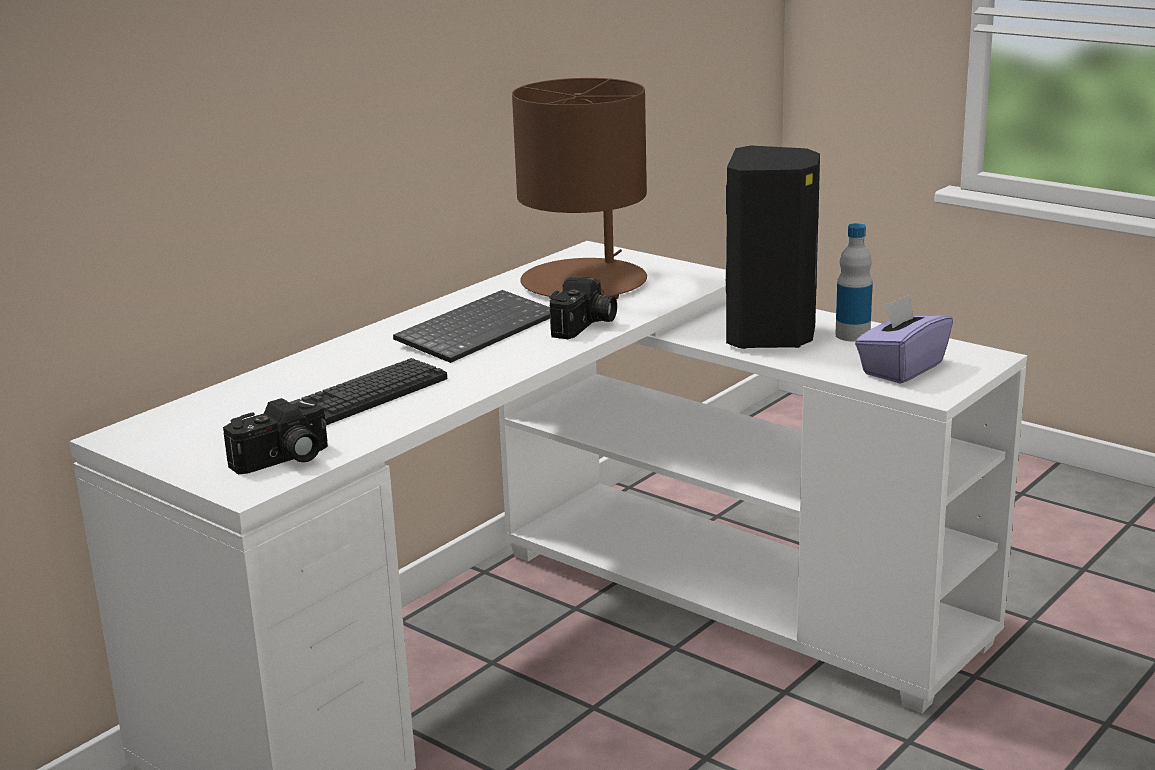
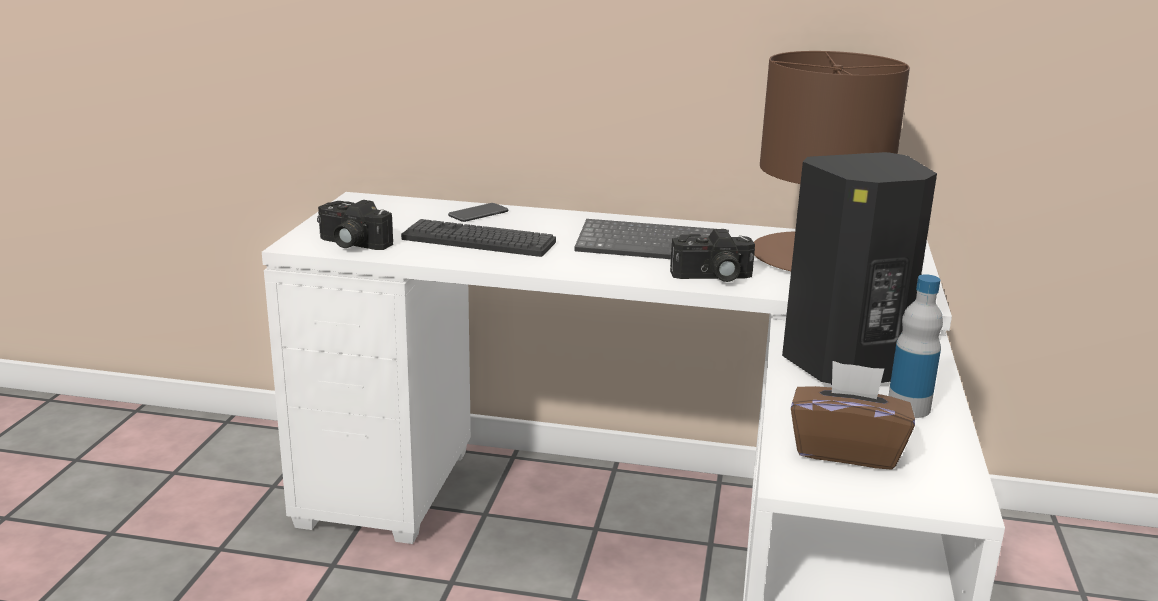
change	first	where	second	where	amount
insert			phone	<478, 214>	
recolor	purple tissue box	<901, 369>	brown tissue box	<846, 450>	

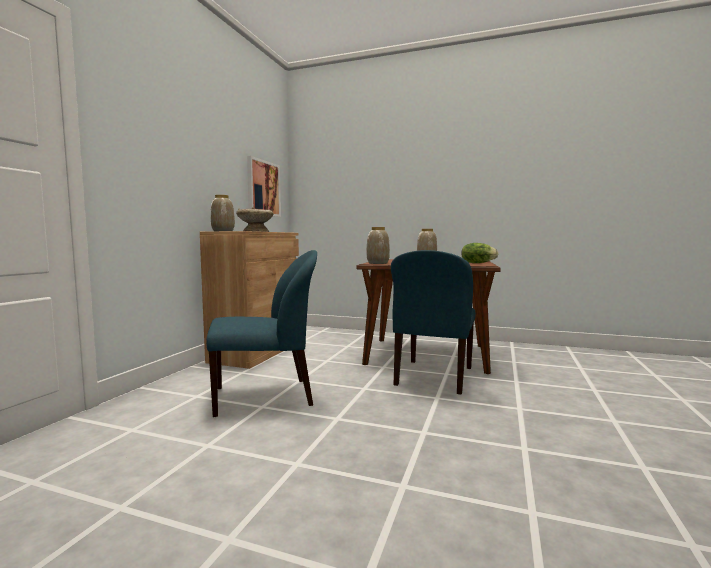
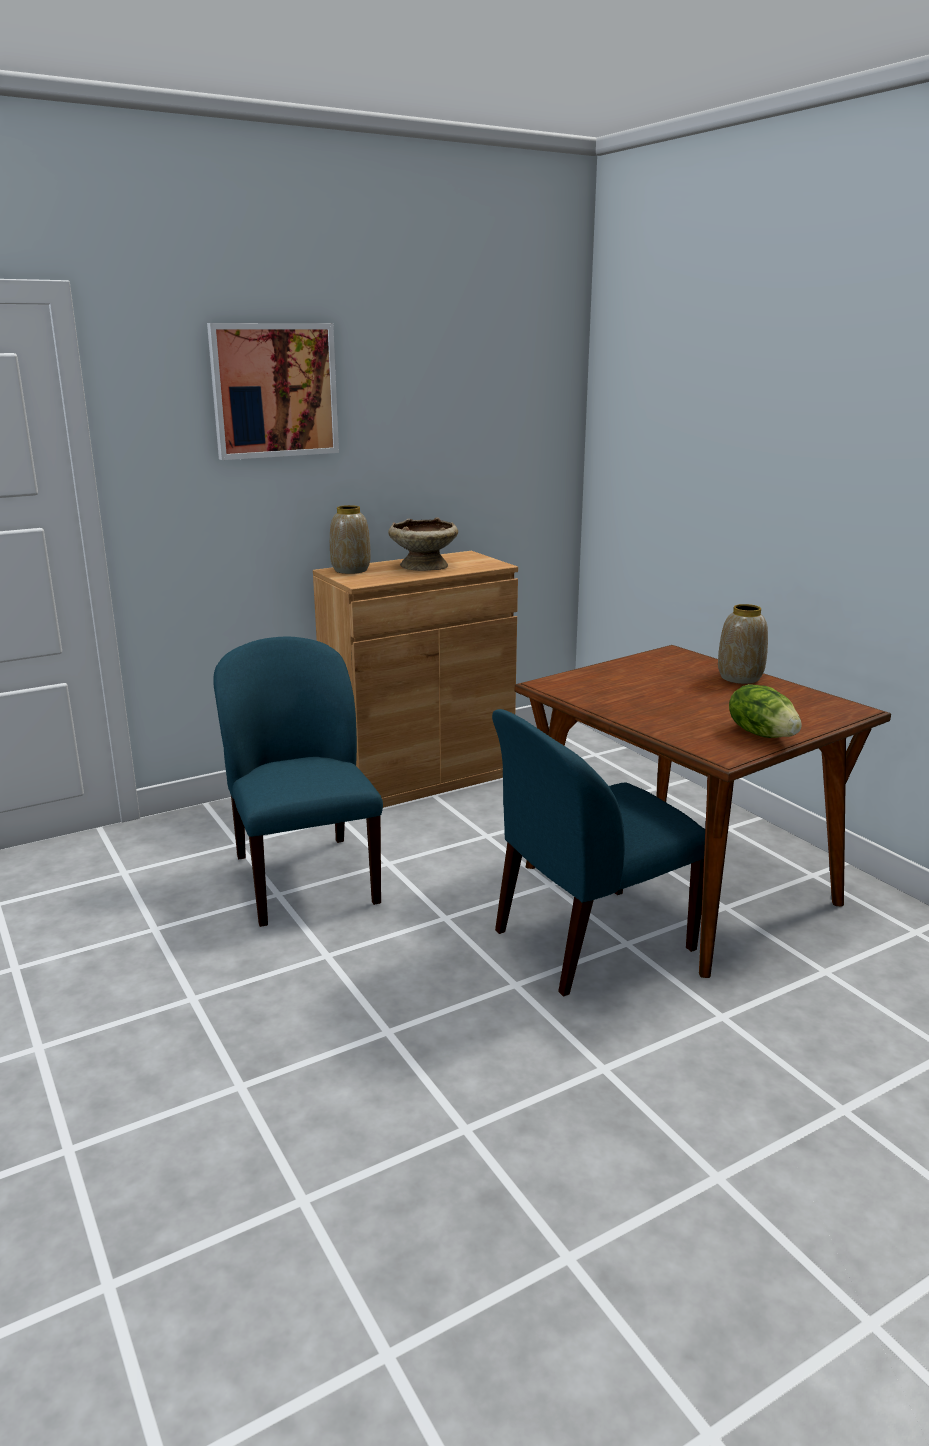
change	first	where	second	where	amount
move	picture	<263, 188>		<274, 390>	
rotate	blue chair	<265, 396>		<304, 878>	135 degrees counterclockwise
delete	vase	<378, 263>			

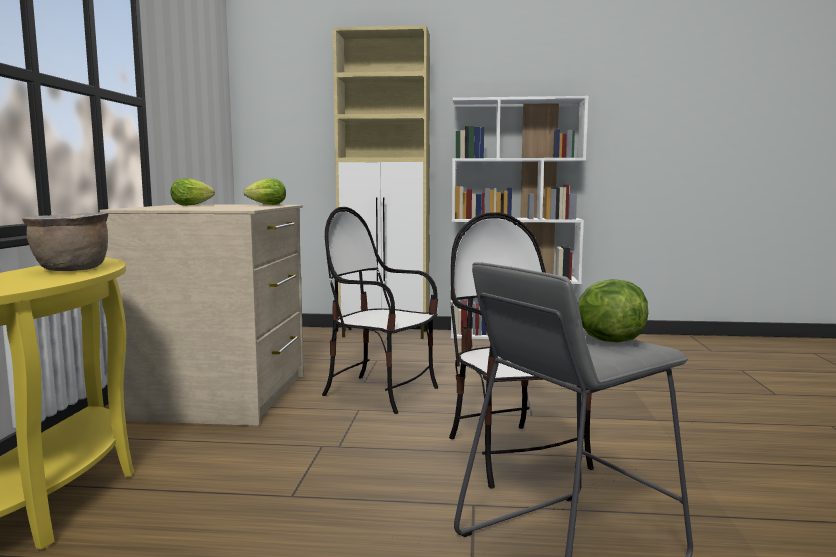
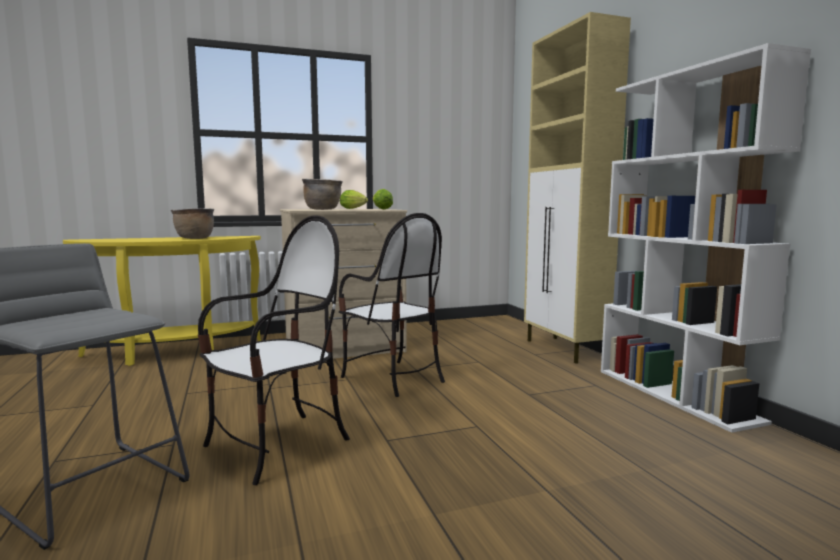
change	first	where	second	where	amount
insert			brown cooking pot	<322, 209>	
rotate	chair	<381, 393>		<393, 378>	135 degrees clockwise
delete	lettuce	<608, 340>			

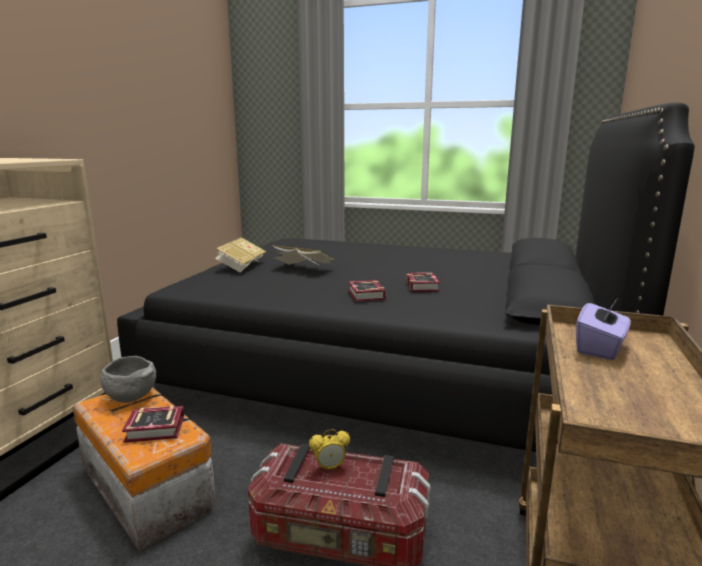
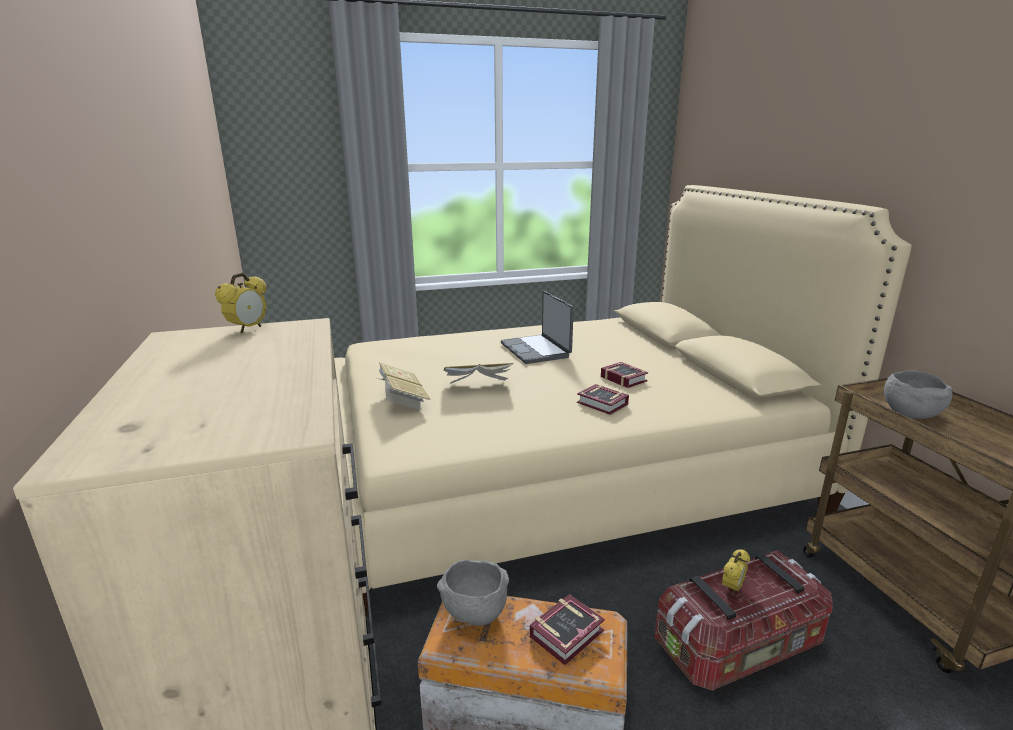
change	first	where	second	where	amount
insert			alarm clock	<248, 329>	
recolor	black bed	<387, 366>	beige bed	<557, 465>	
insert			laptop	<536, 350>	
replace	purple tissue box	<600, 348>	grey bowl	<908, 414>	

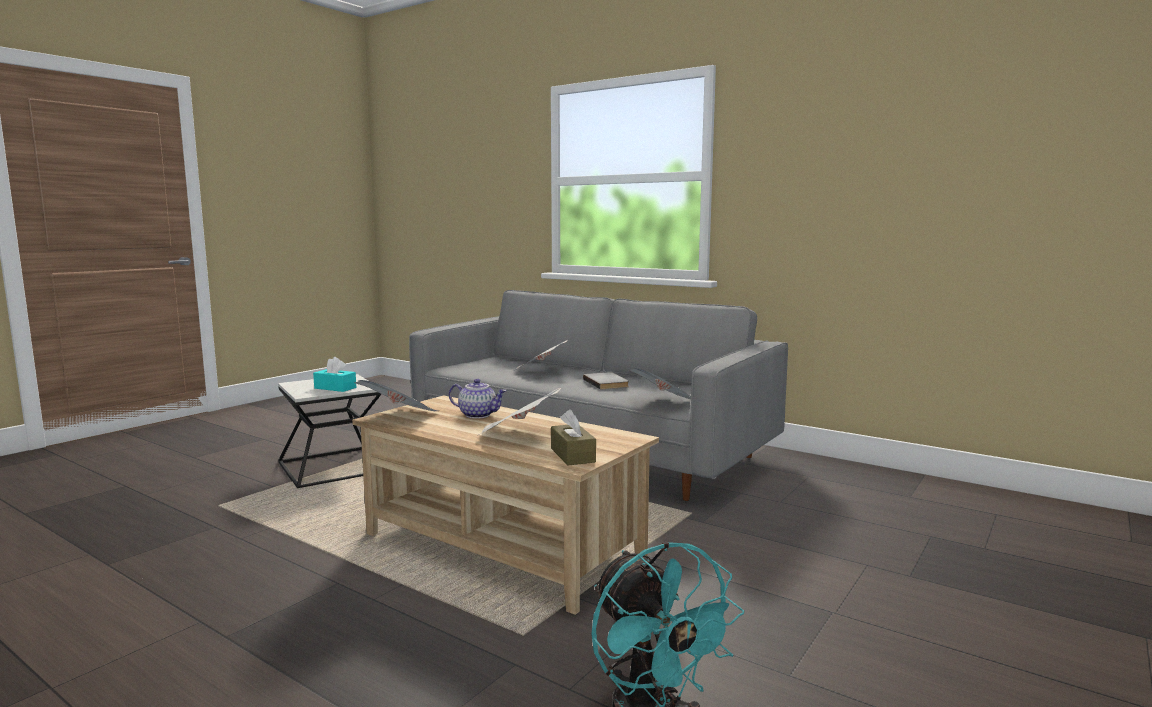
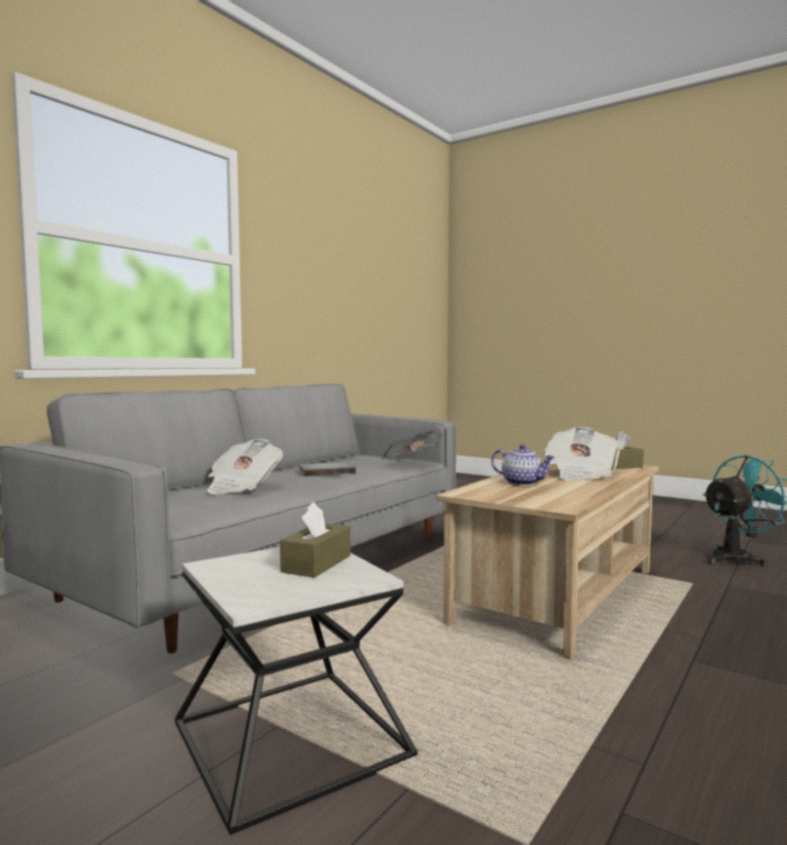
change	first	where	second	where	amount
recolor	turquoise tissue box	<335, 388>	brown tissue box	<316, 563>	
rotate	teapot	<478, 415>		<522, 483>	105 degrees clockwise
delete	newspaper	<399, 417>			

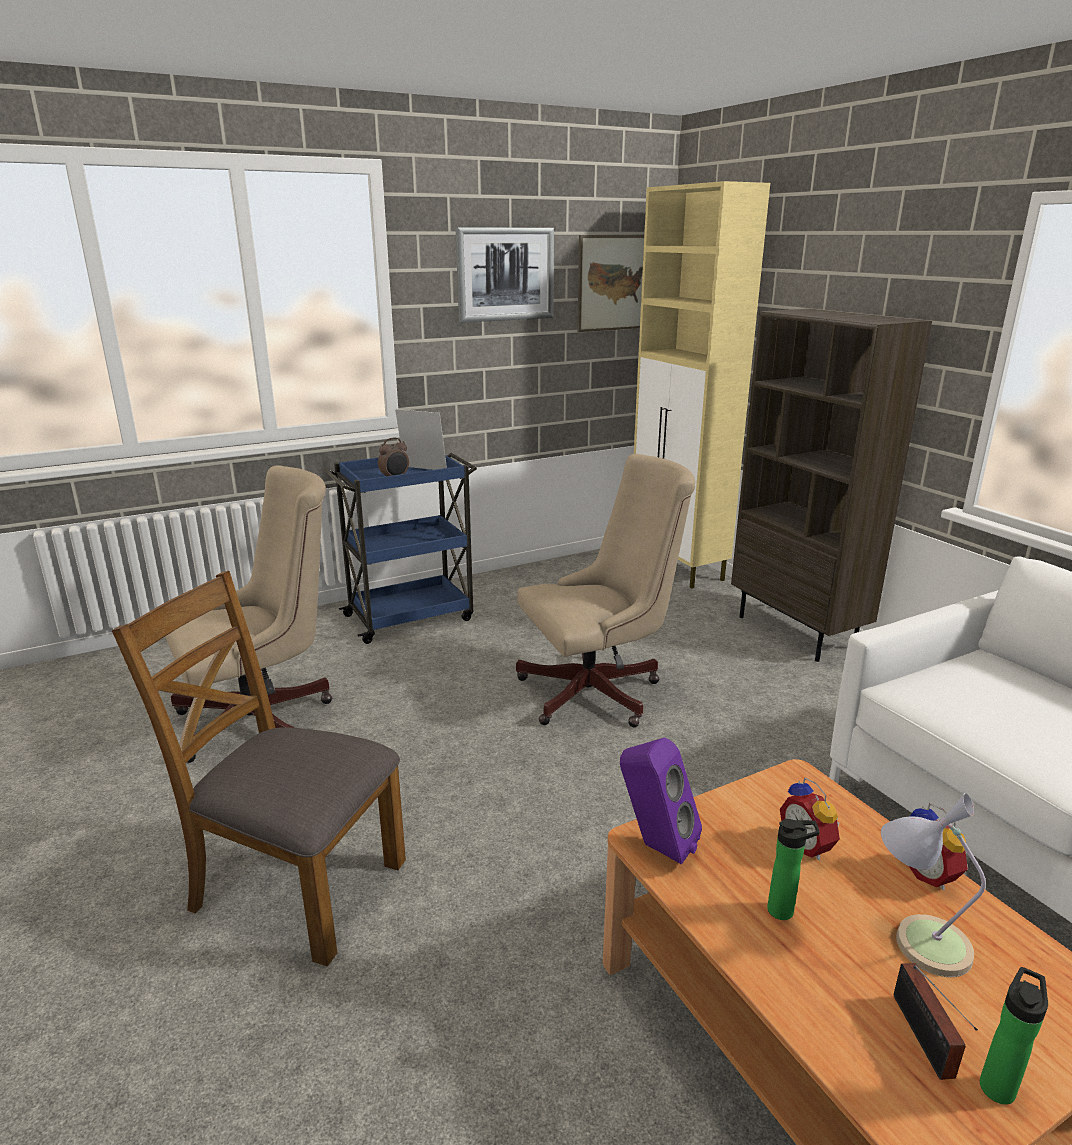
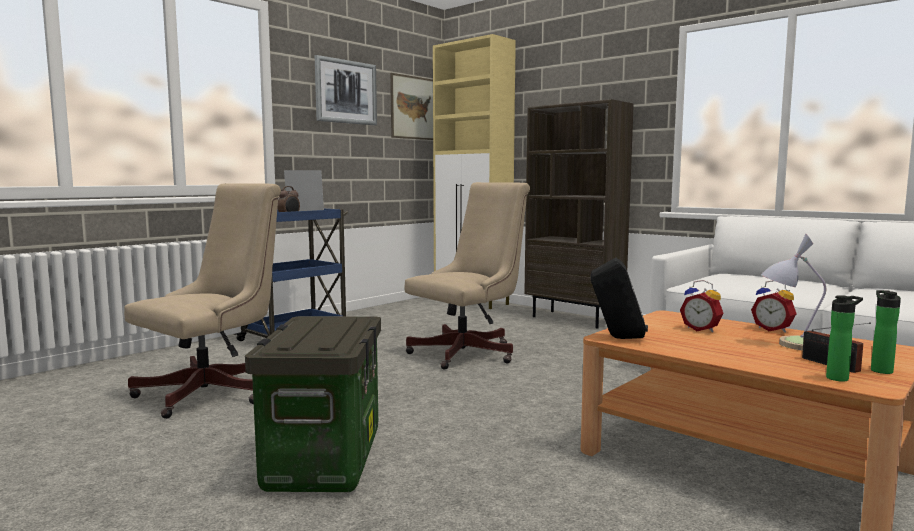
change	first	where	second	where	amount
replace	brown chair	<296, 885>	storage box	<323, 458>	
recolor	purple speaker	<654, 846>	black speaker	<617, 338>	
move	bottle	<784, 911>		<839, 378>	

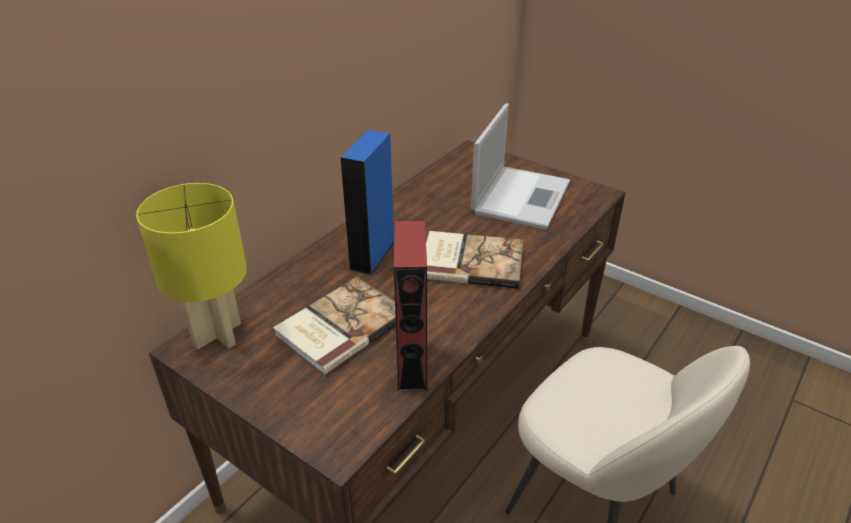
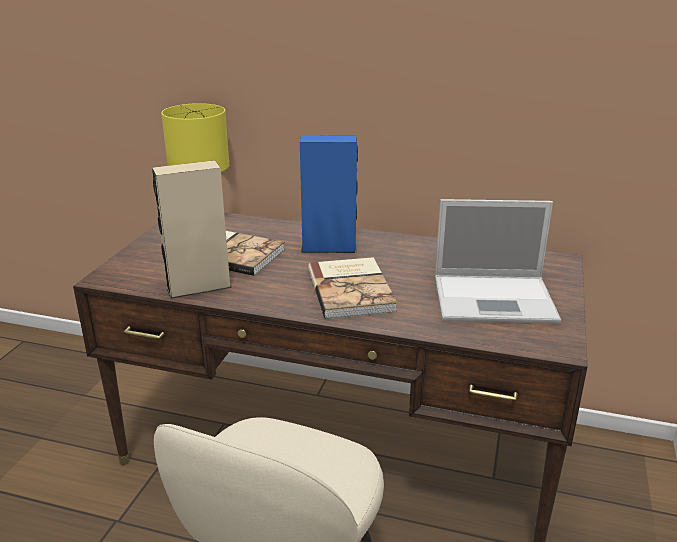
change	first	where	second	where	amount
recolor	red speaker	<412, 364>	beige speaker	<198, 287>	

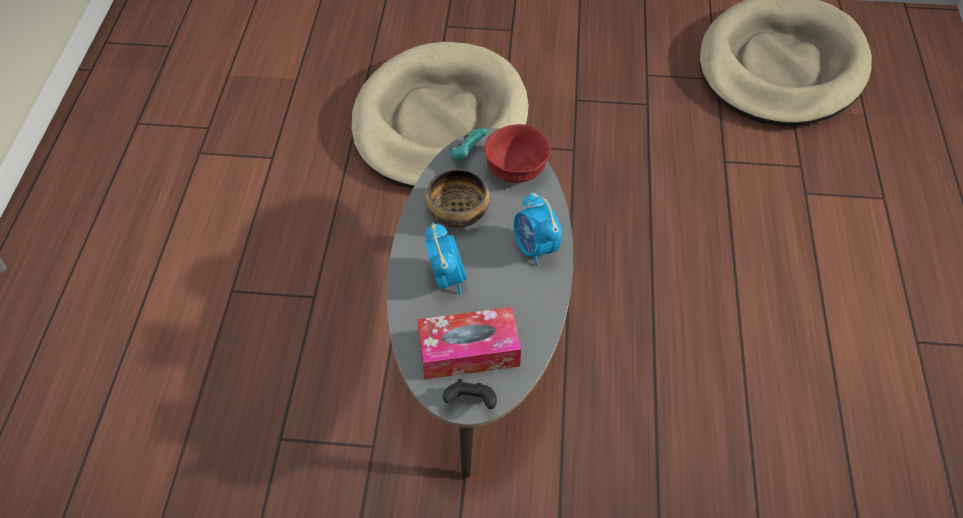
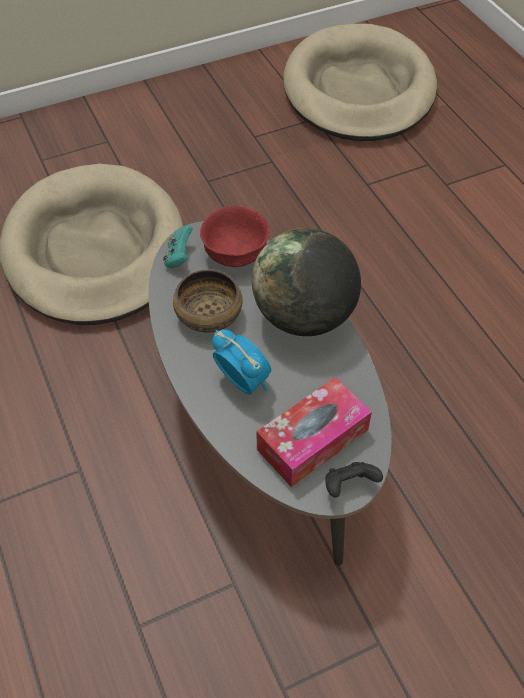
change	first	where	second	where	amount
replace	alarm clock	<535, 248>	globe	<304, 317>	

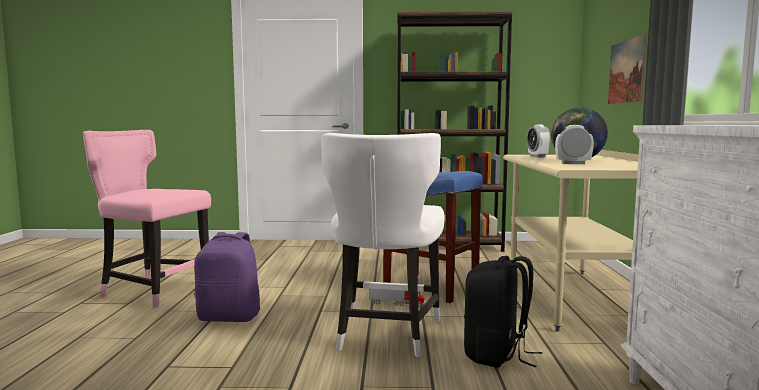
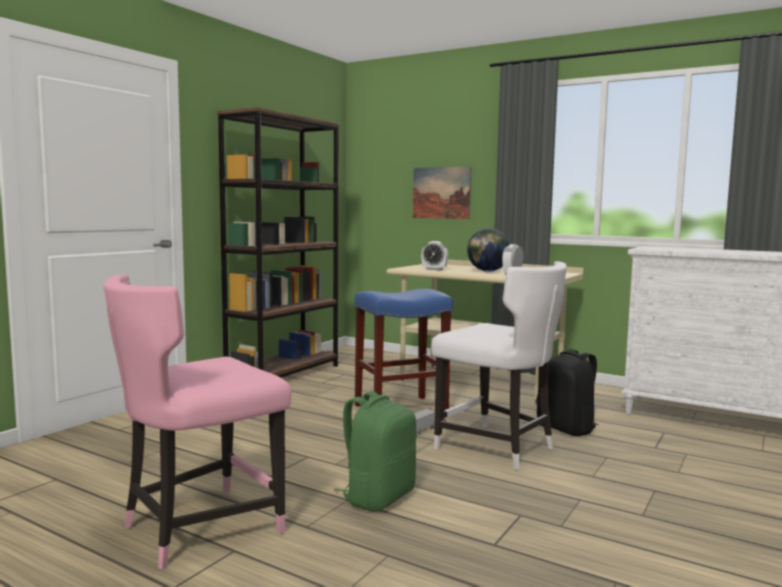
change	first	where	second	where	amount
recolor	purple backpack	<230, 317>	green backpack	<378, 497>	

